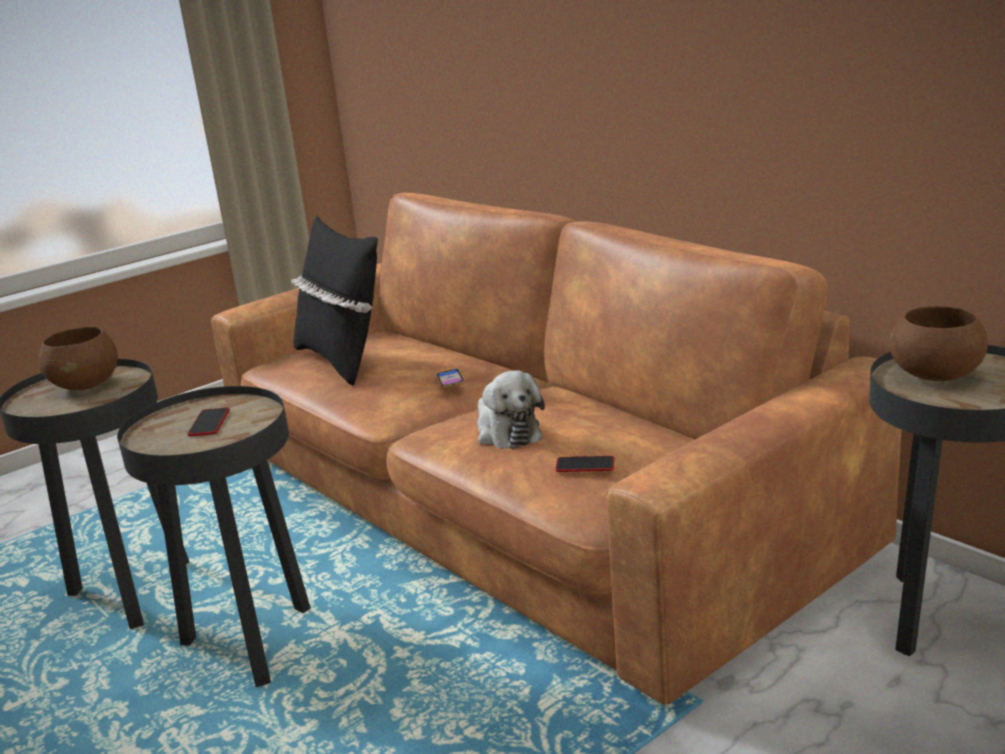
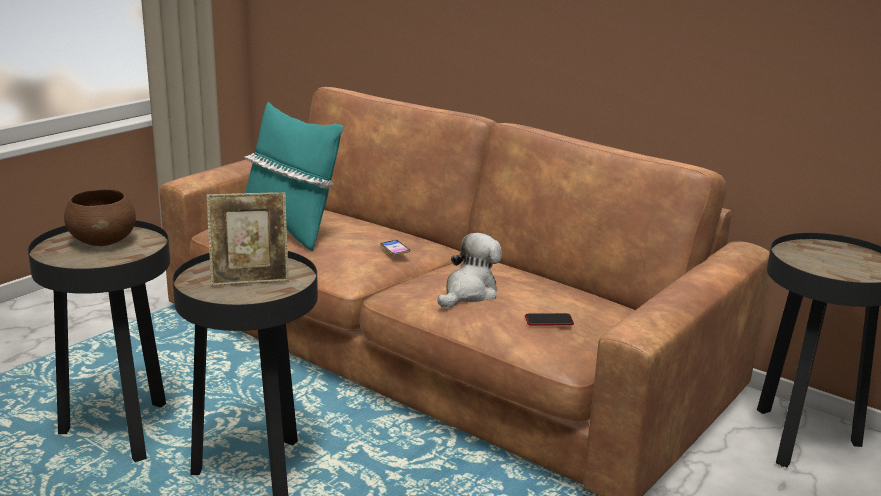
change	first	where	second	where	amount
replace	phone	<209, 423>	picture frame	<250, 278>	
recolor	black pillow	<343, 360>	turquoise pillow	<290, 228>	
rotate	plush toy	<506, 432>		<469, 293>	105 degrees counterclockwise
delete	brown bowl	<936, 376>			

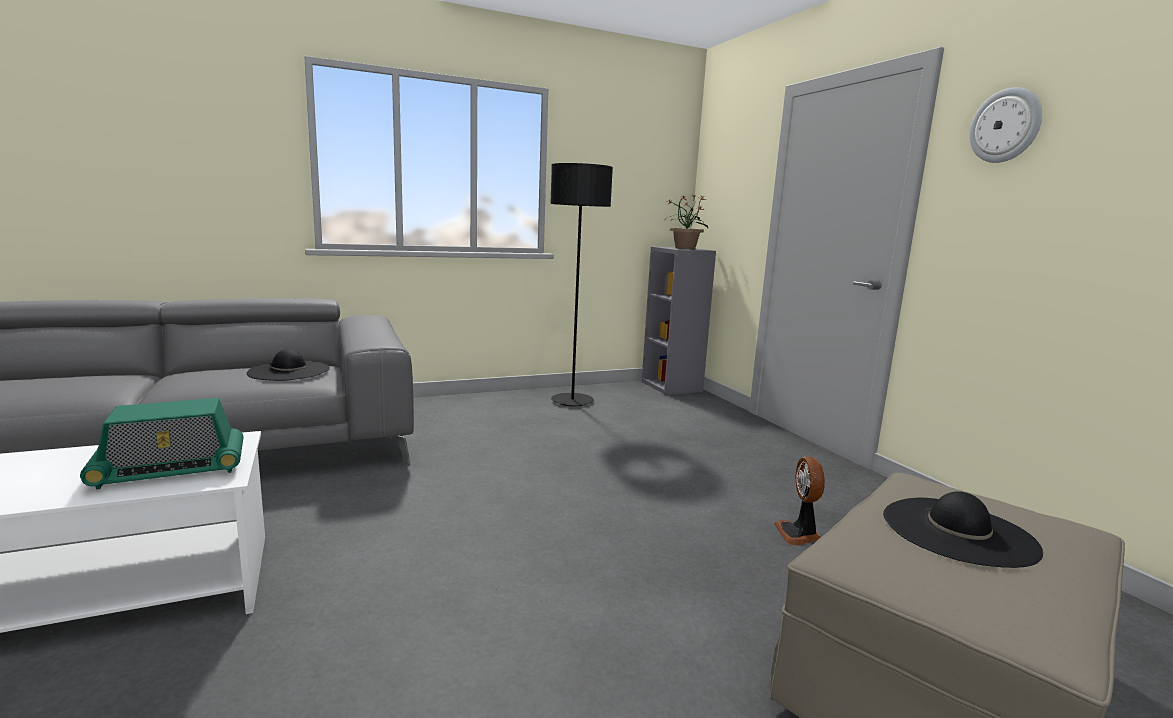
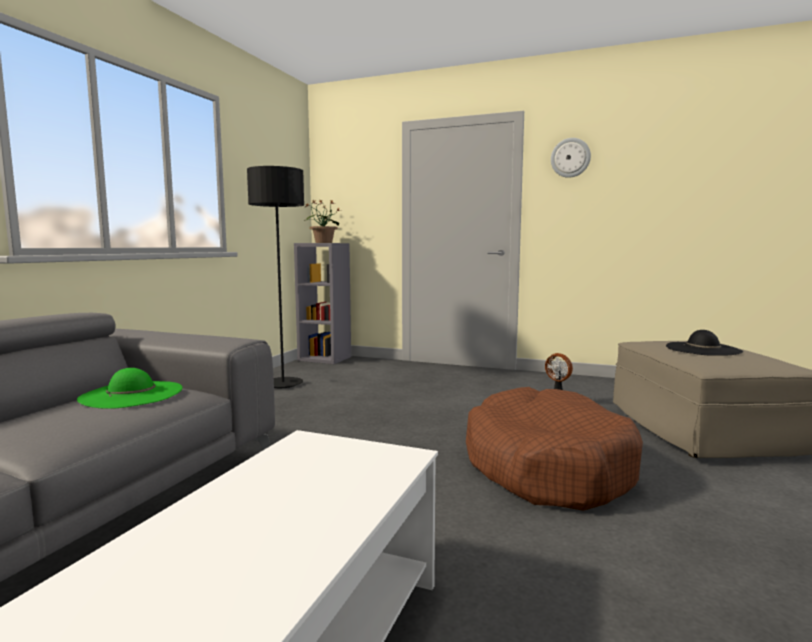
change	first	where	second	where	amount
recolor	black hat	<289, 371>	green hat	<131, 394>	
insert			brown dog bed	<546, 467>	
delete	radio	<171, 470>			

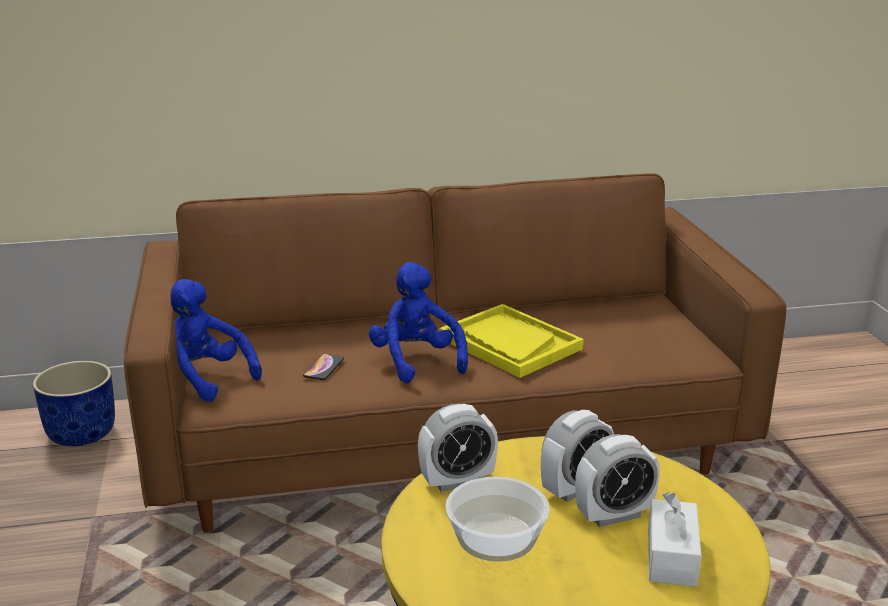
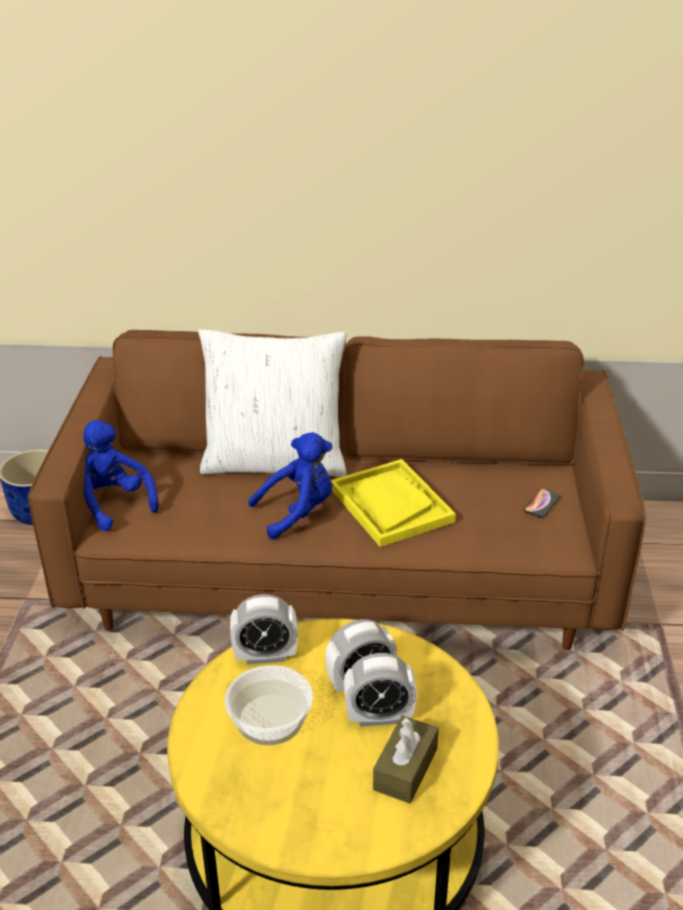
change	first	where	second	where	amount
insert			white pillow	<275, 462>	
rotate	blue plush toy	<416, 361>		<298, 512>	75 degrees clockwise
recolor	white tissue box	<671, 556>	brown tissue box	<405, 769>	
move	phone	<323, 368>		<542, 504>	

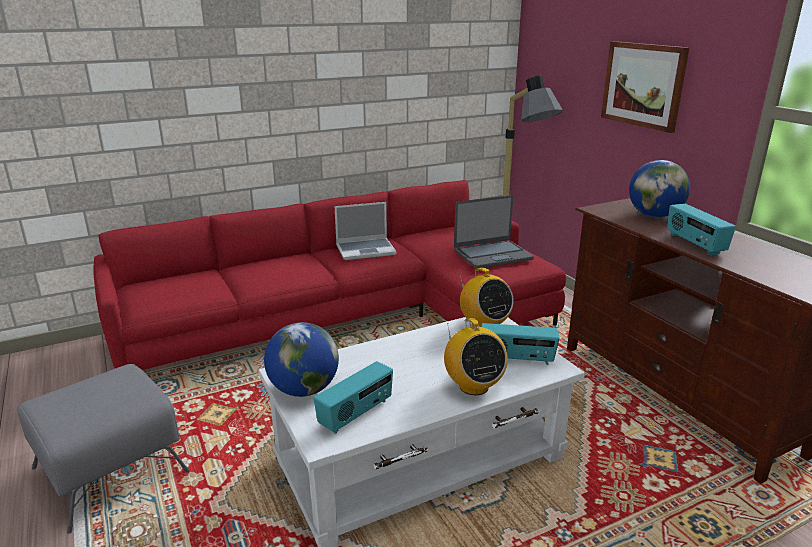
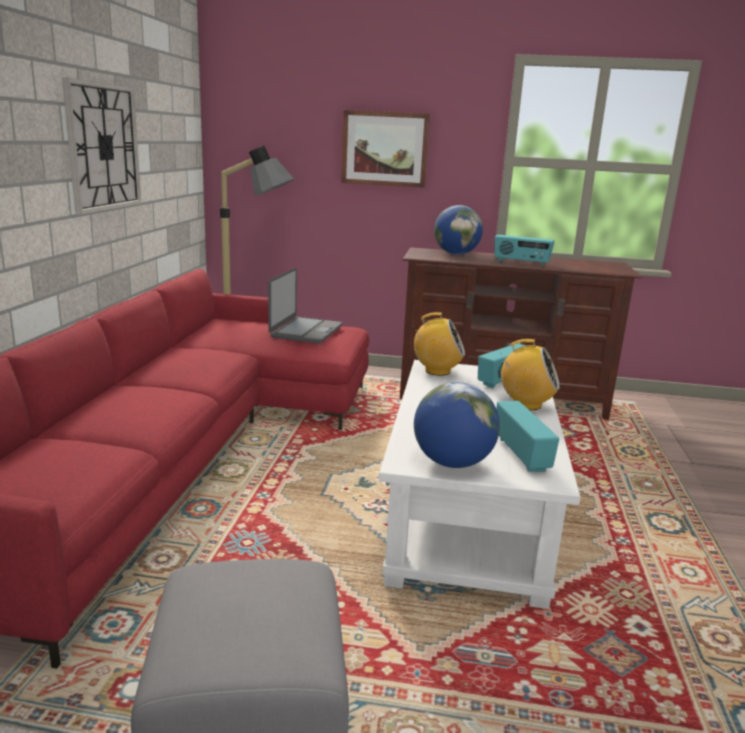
change	first	where	second	where	amount
insert			wall clock	<103, 147>	
delete	laptop	<366, 250>			

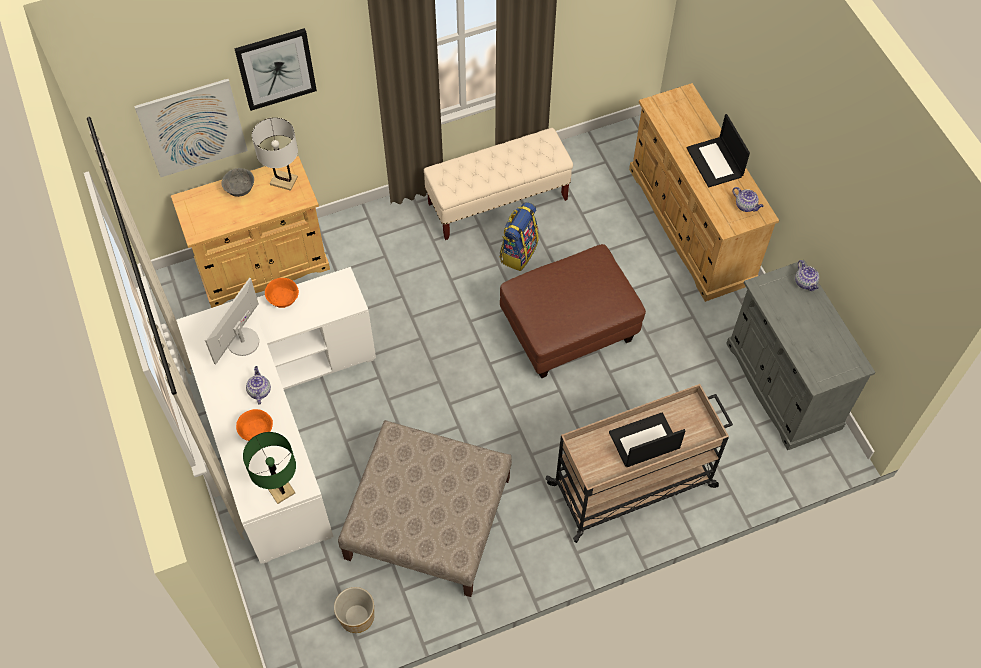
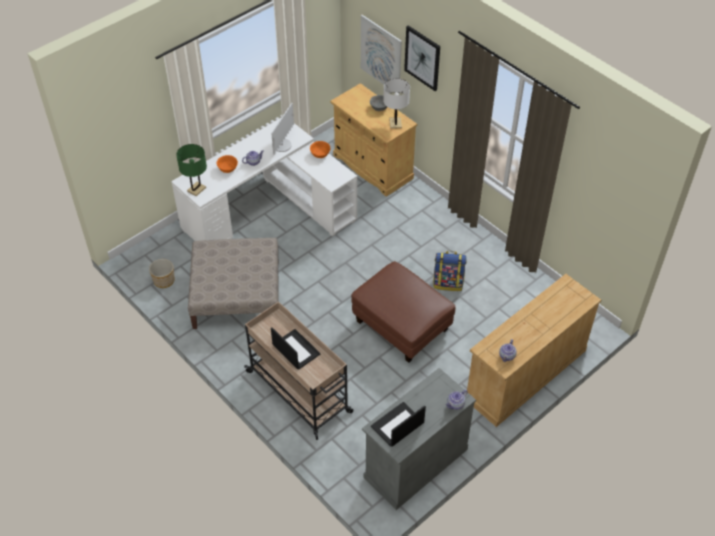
change	first	where	second	where	amount
rotate	monitor	<242, 341>		<282, 145>	105 degrees clockwise
move	laptop	<715, 162>		<397, 425>	
delete	beige bench	<498, 201>			

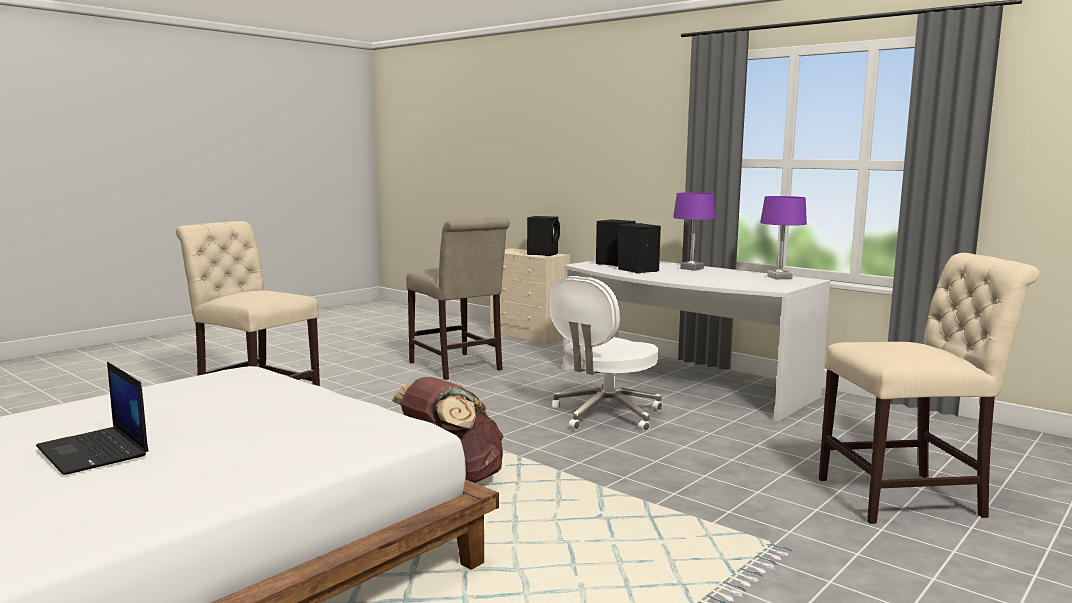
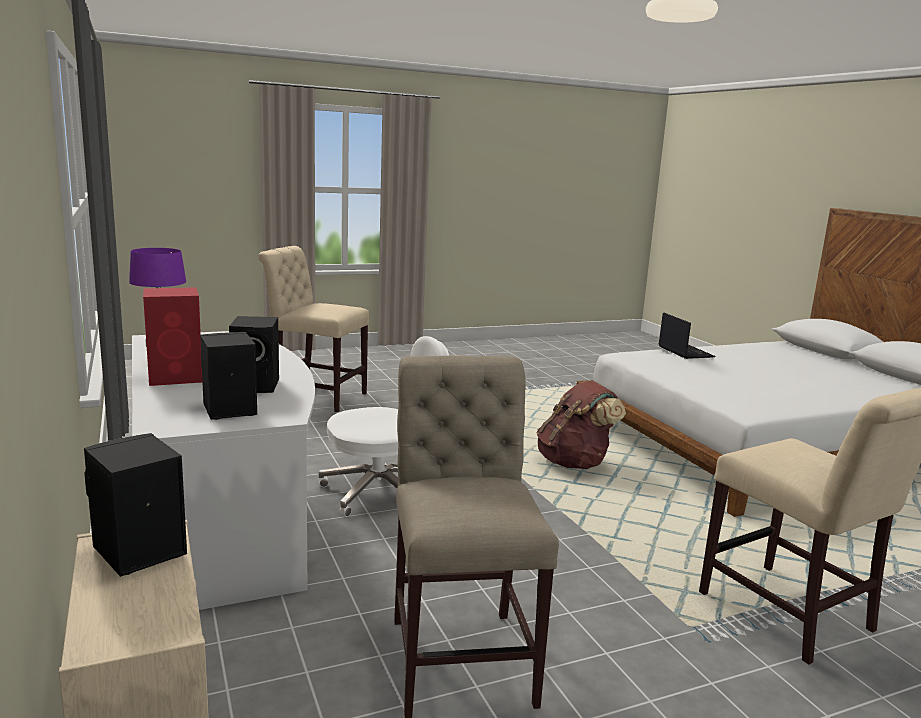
change	first	where	second	where	amount
replace	purple table lamp	<691, 268>	red speaker	<177, 377>	
move	laptop	<94, 451>		<684, 351>	

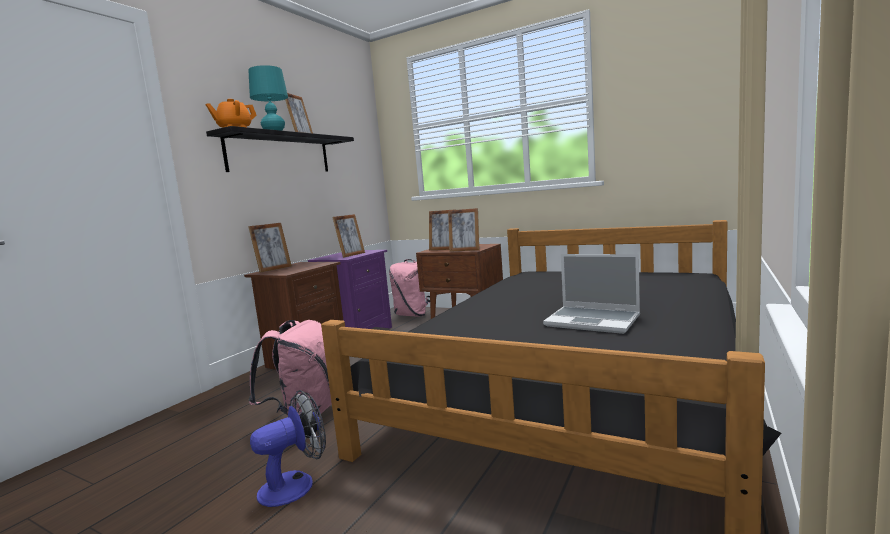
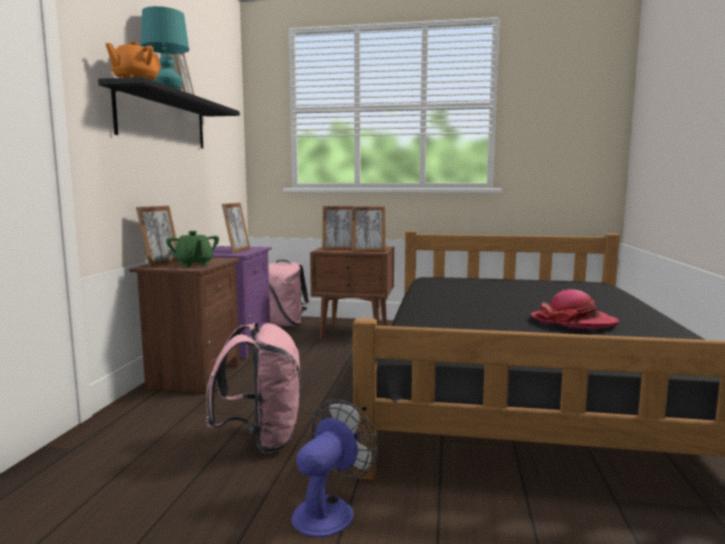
change	first	where	second	where	amount
insert			green teapot	<194, 264>	
replace	laptop	<593, 321>	hat	<573, 322>	

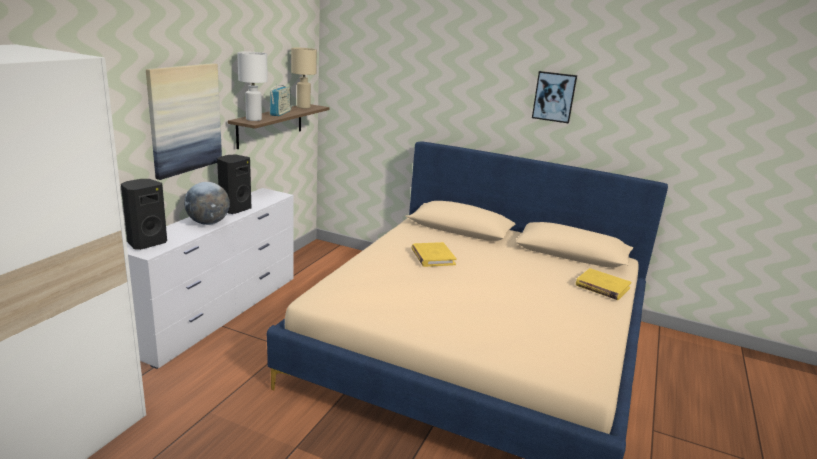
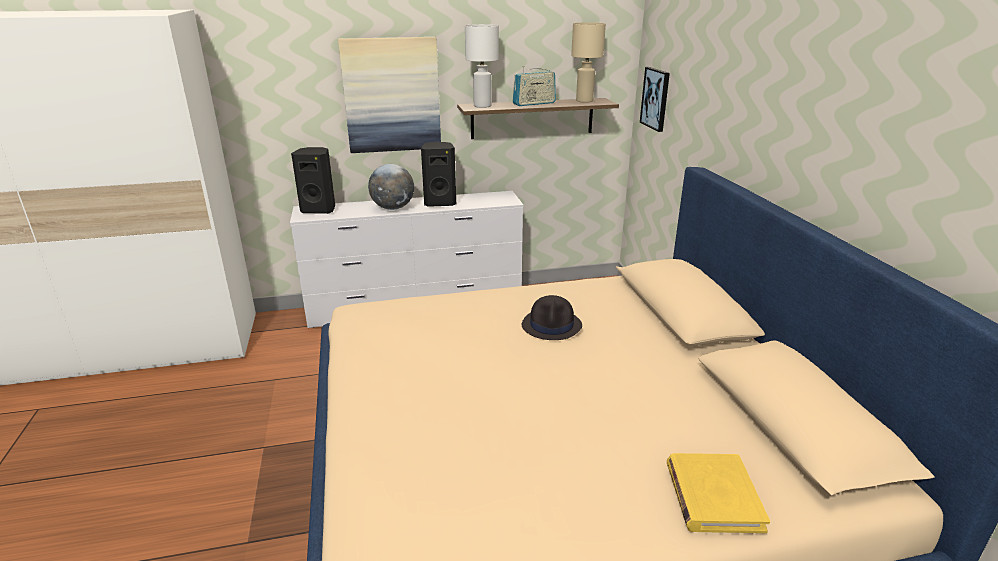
change	first	where	second	where	amount
replace	yellow book	<432, 257>	black hat	<552, 325>	
move	picture	<554, 97>		<655, 98>	

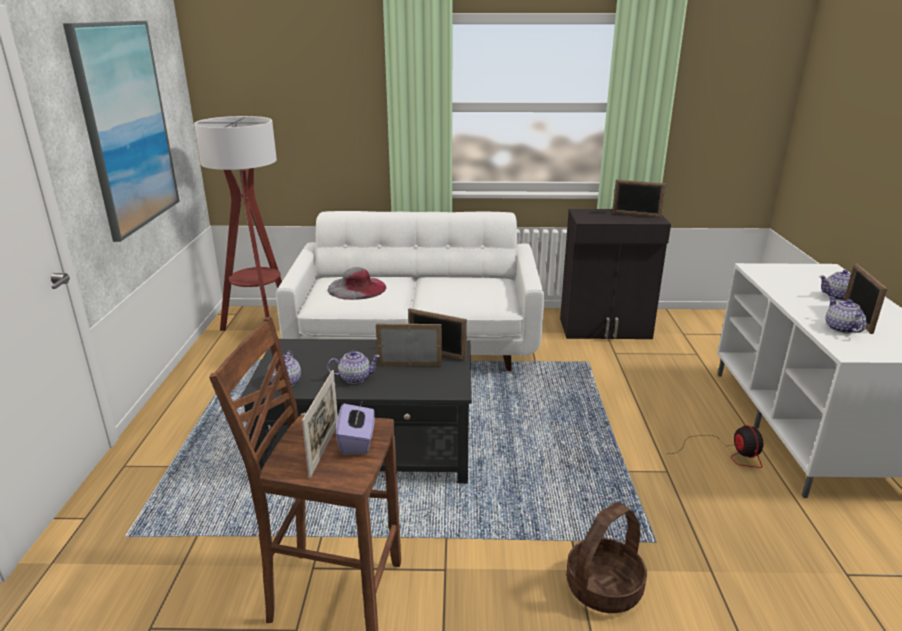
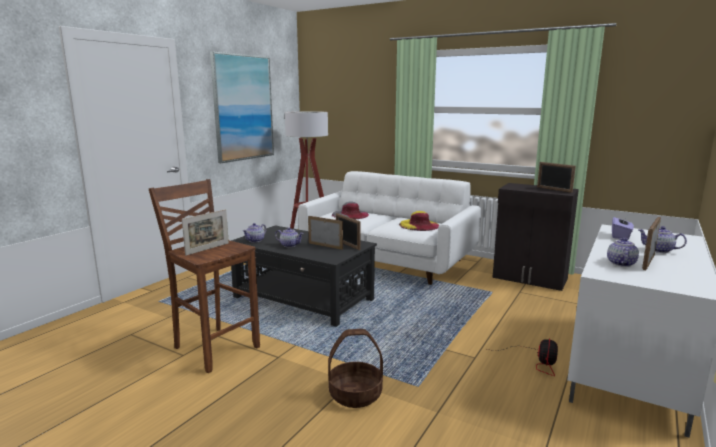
change	first	where	second	where	amount
insert			yellow hat	<419, 225>	
move	purple tissue box	<357, 442>		<620, 236>	

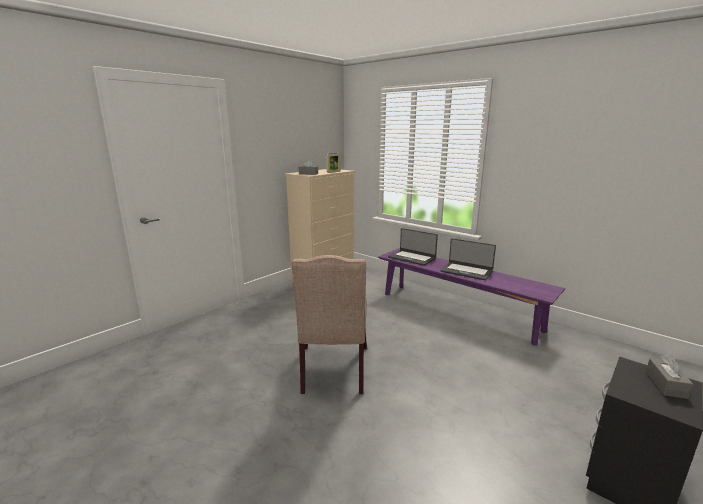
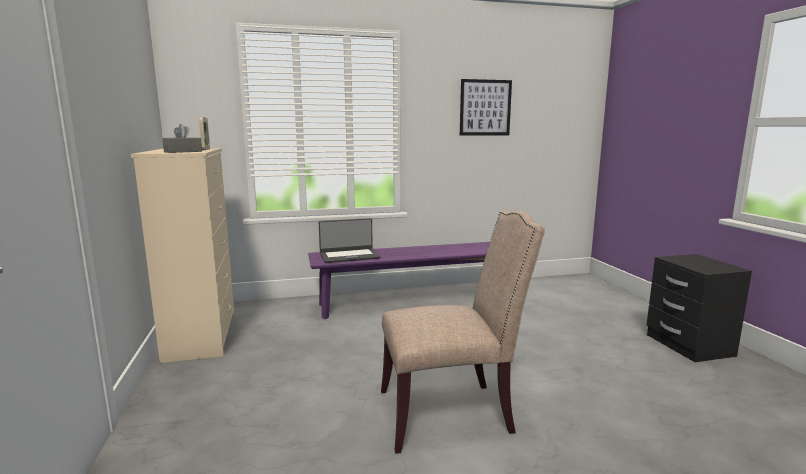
change	first	where	second	where	amount
rotate	beige chair	<333, 371>		<451, 412>	45 degrees counterclockwise
insert			picture	<485, 107>	
delete	laptop	<466, 271>			
delete	grey tissue box	<666, 384>			

